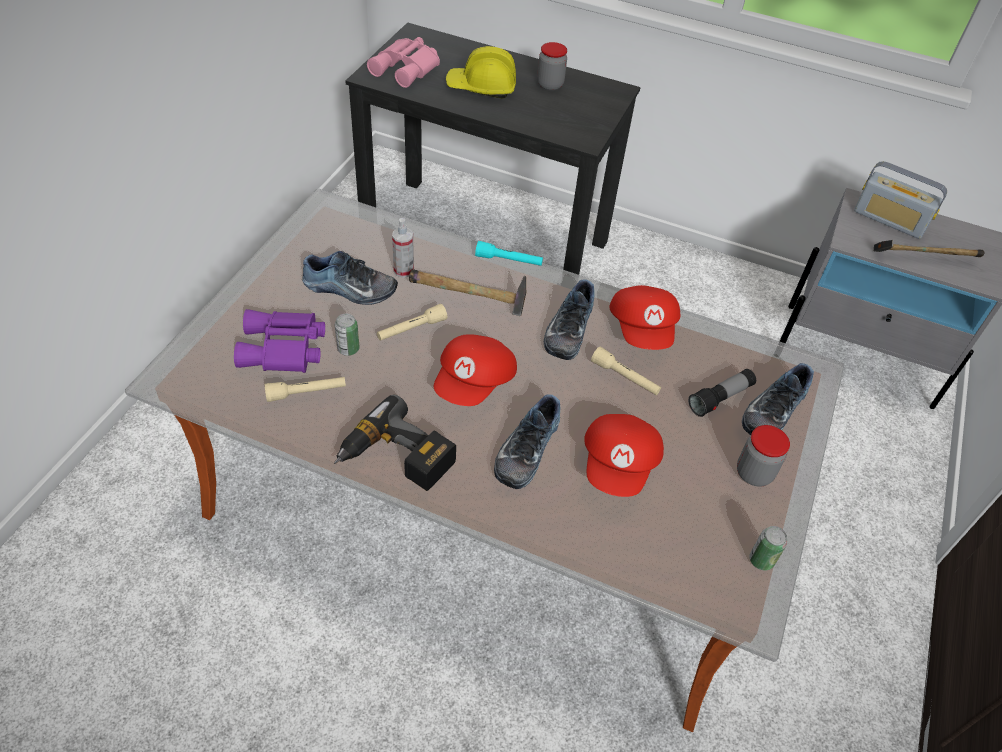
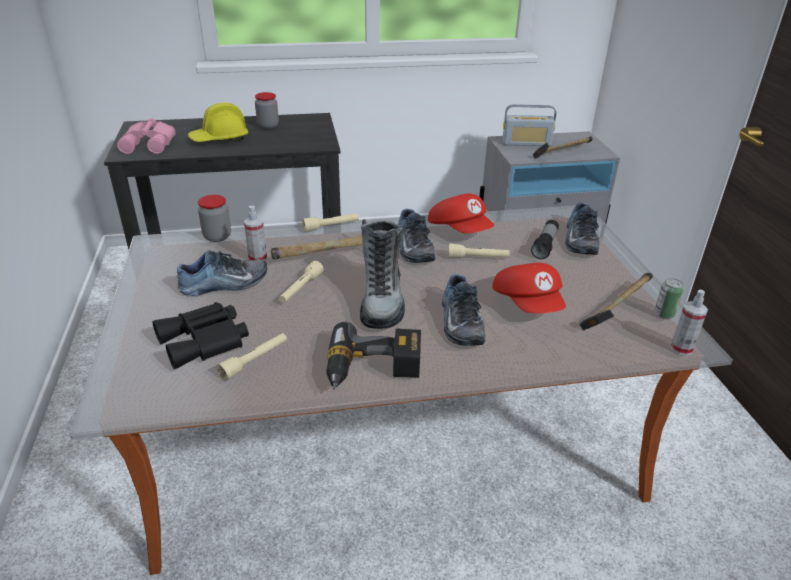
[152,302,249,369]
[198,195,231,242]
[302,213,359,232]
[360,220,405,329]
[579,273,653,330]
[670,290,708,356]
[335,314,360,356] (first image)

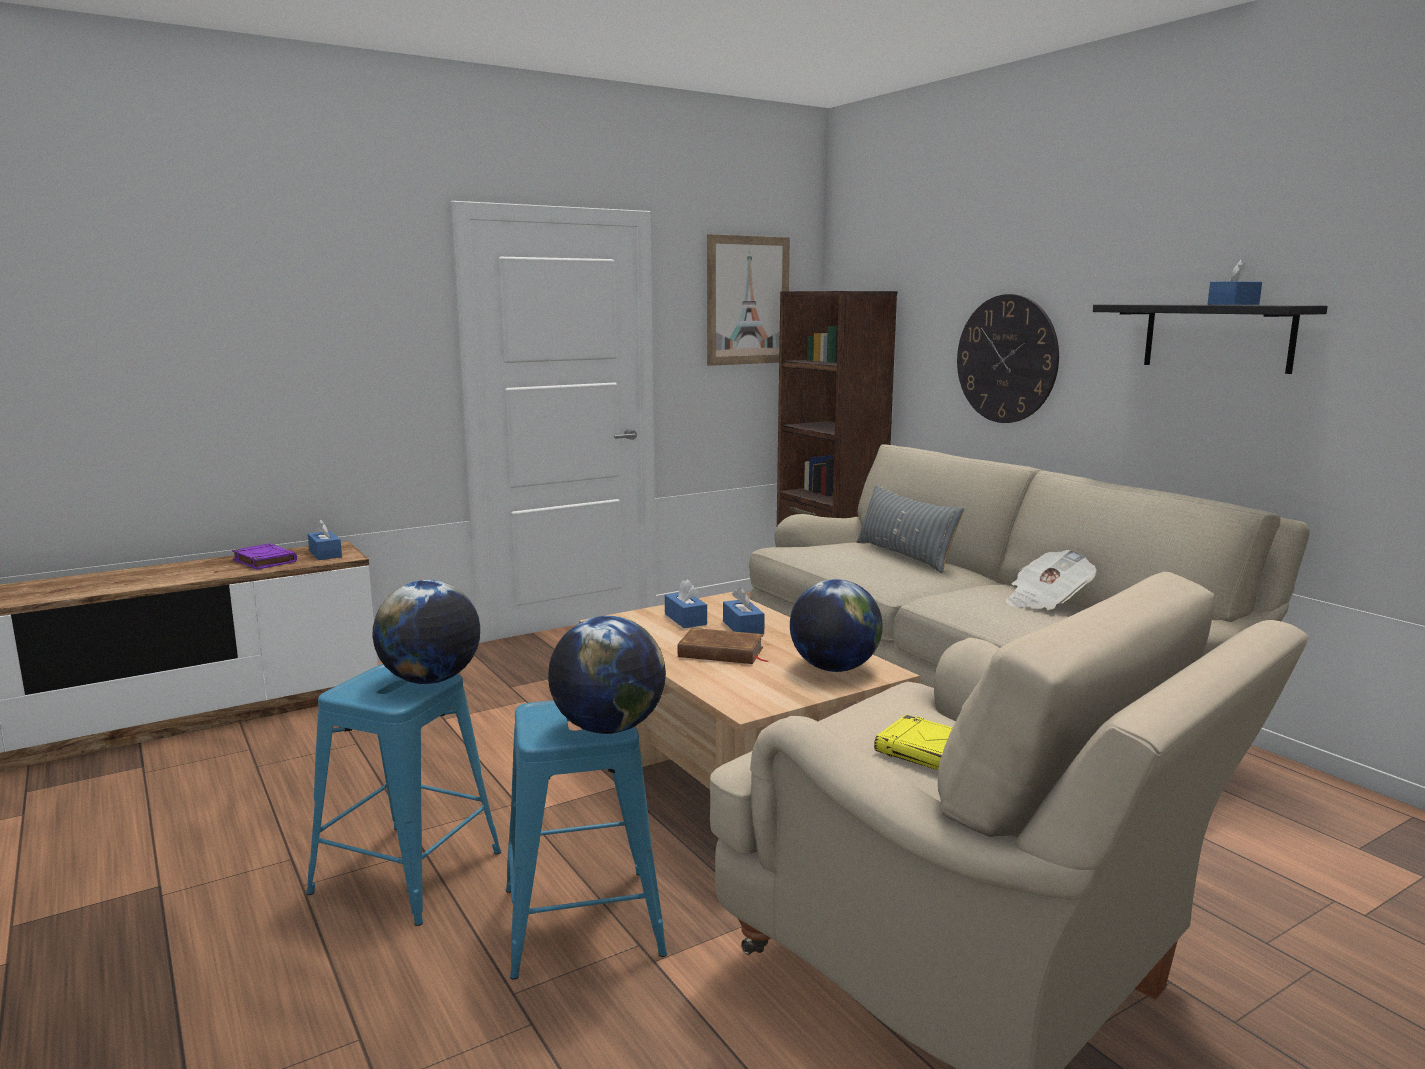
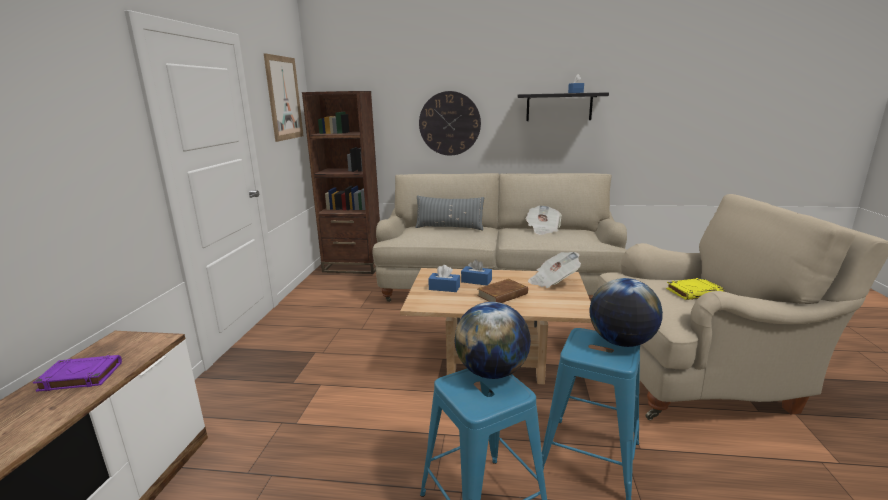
[528,252,581,288]
[308,519,342,560] (first image)

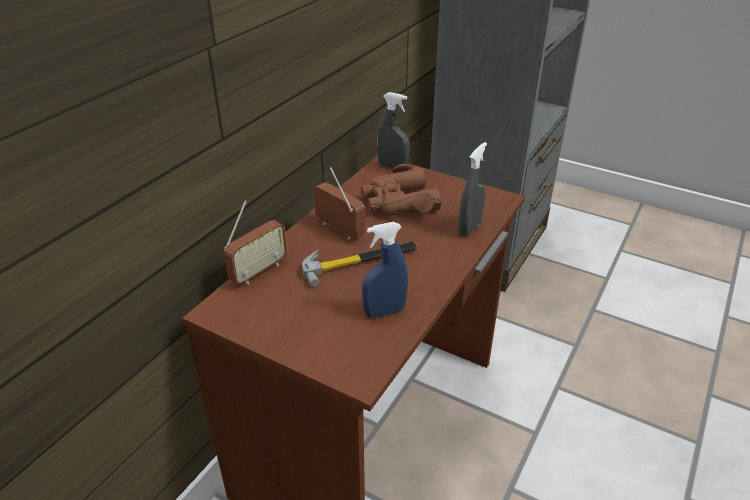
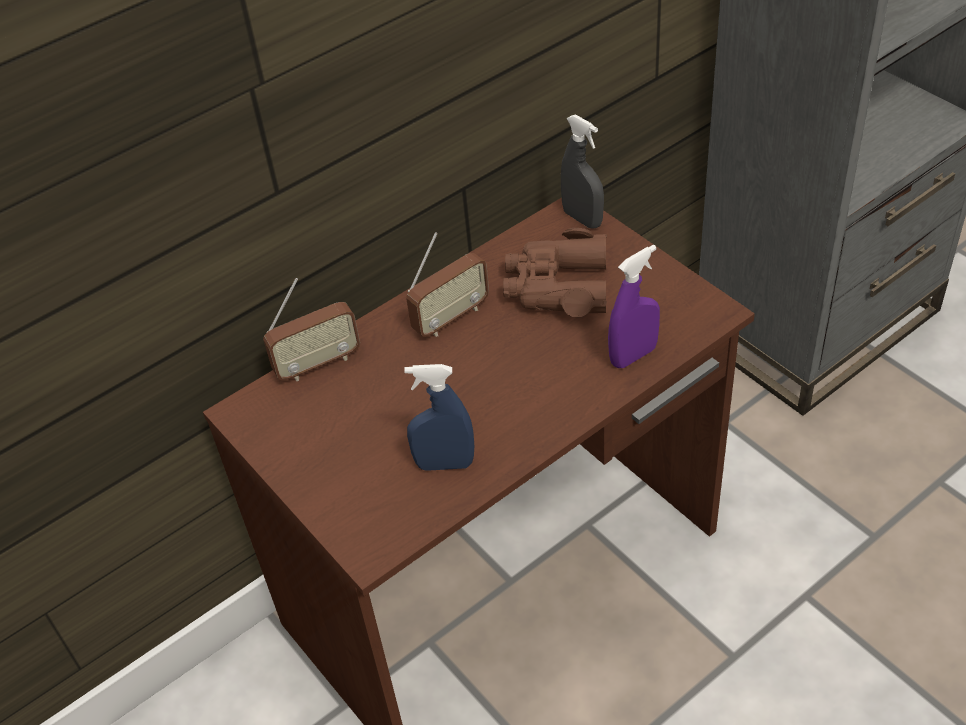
[406,232,489,337]
[608,245,660,368]
[302,242,417,287] (first image)

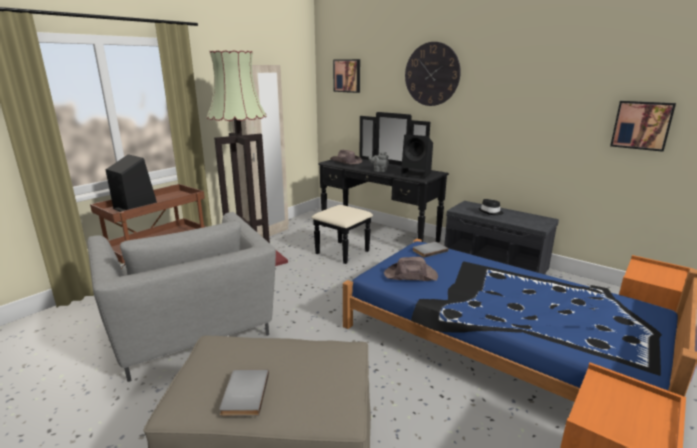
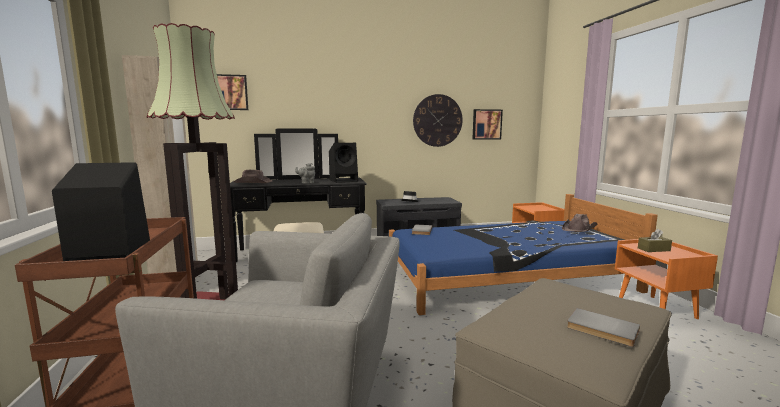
[413,94,463,147]
[562,214,597,232]
[638,229,672,252]

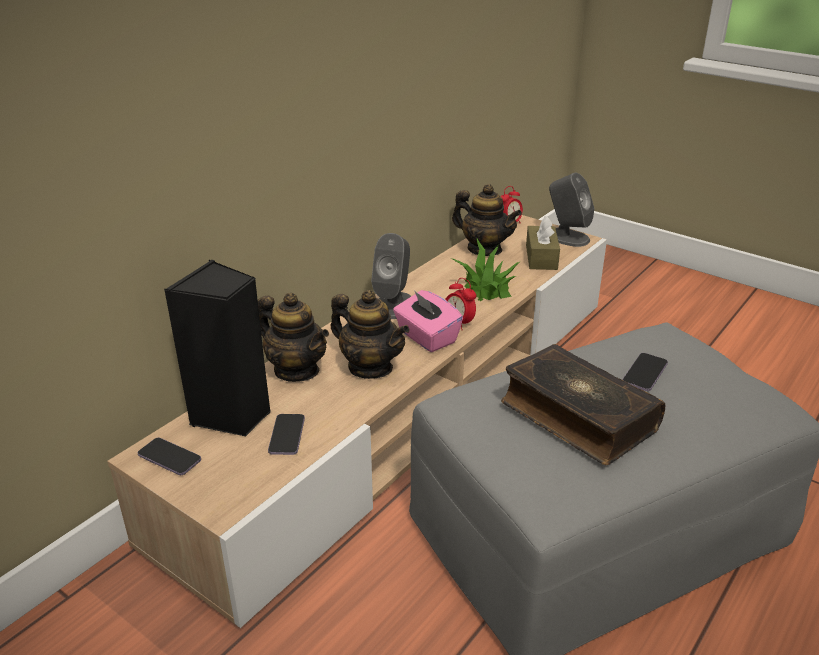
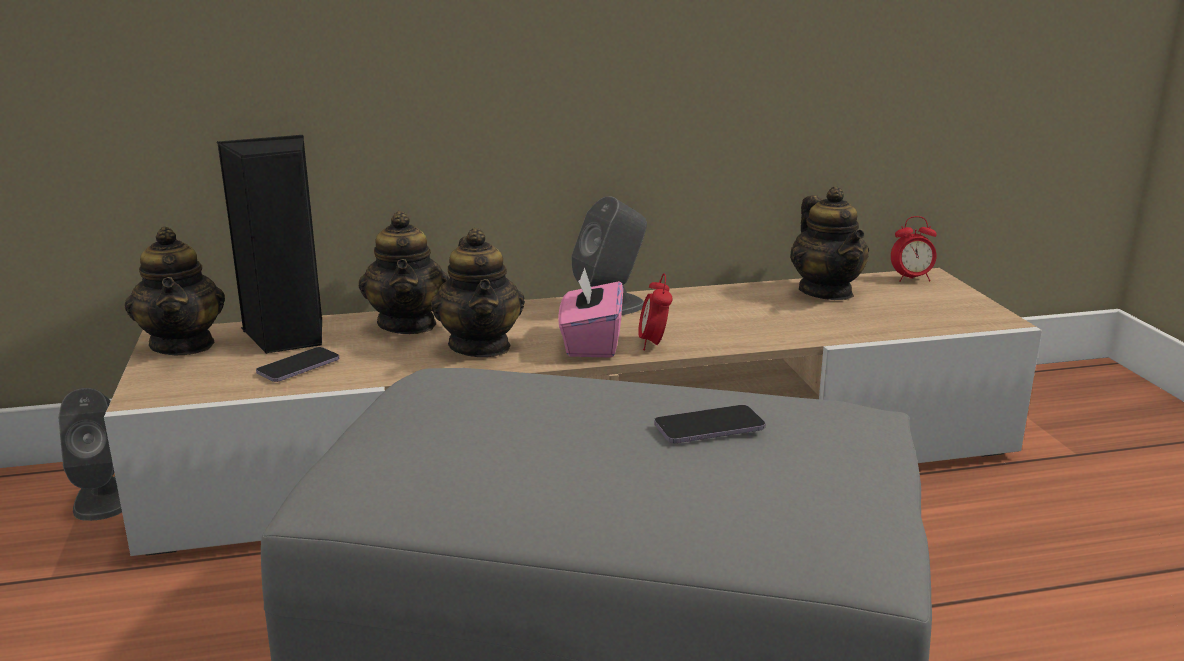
[58,388,122,521]
[125,227,225,355]
[450,239,519,301] (first image)
[501,344,665,465] (first image)
[526,216,560,270] (first image)

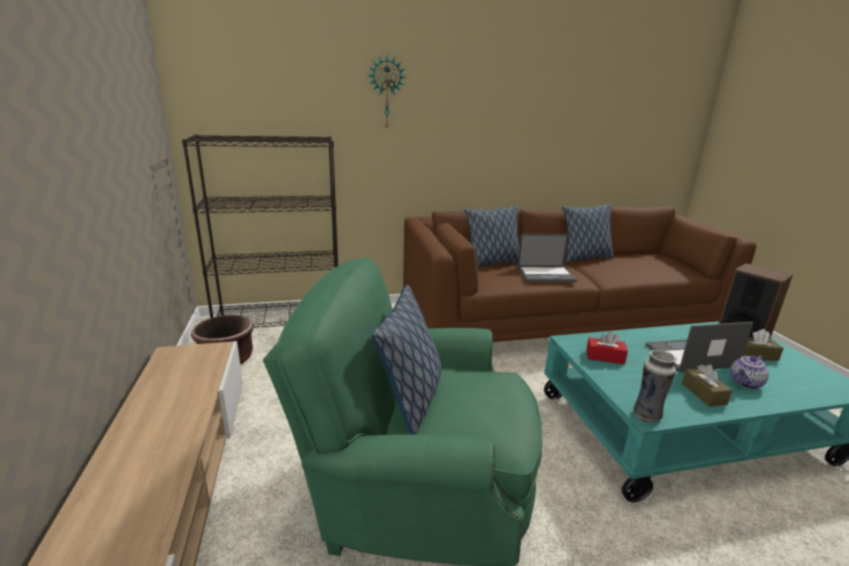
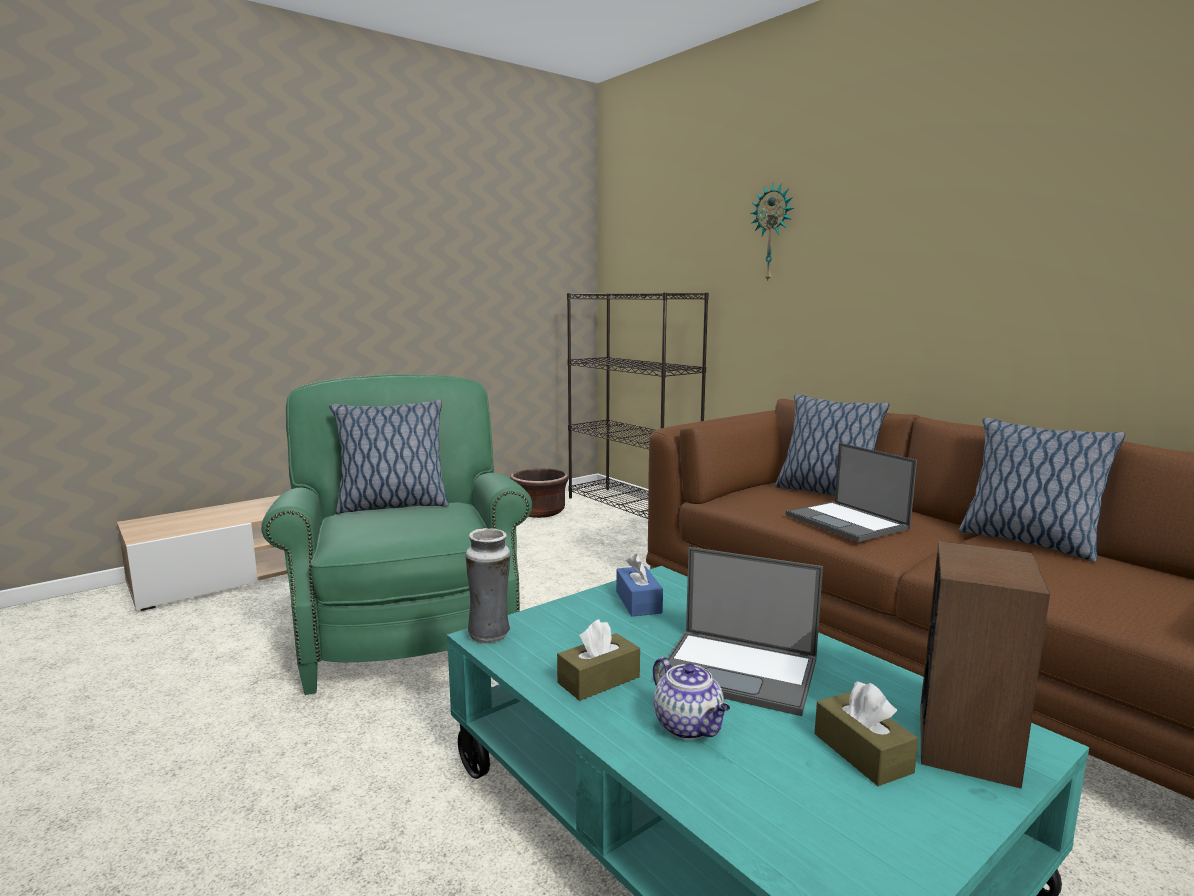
[616,554,663,616]
[653,657,730,740]
[659,547,823,716]

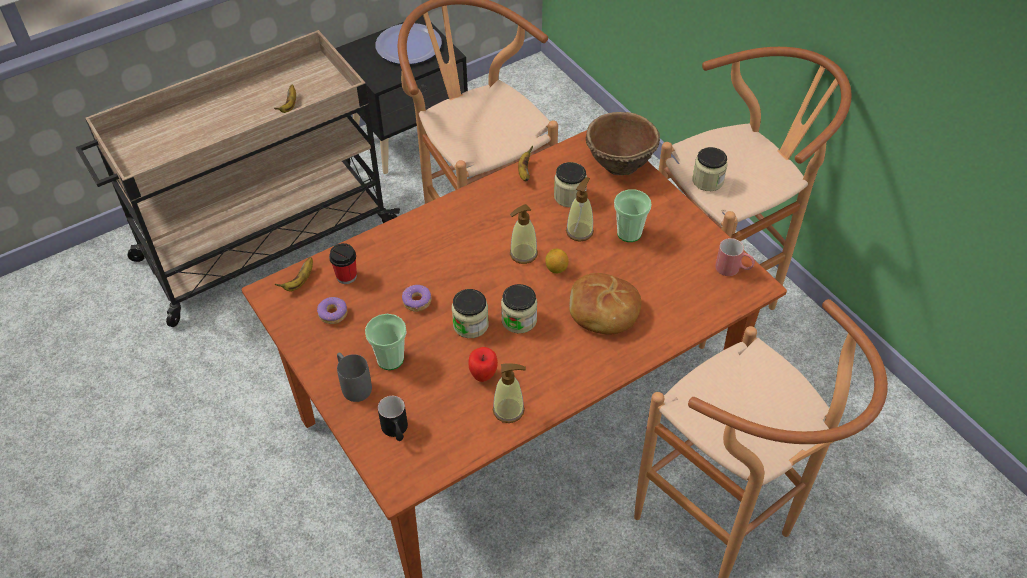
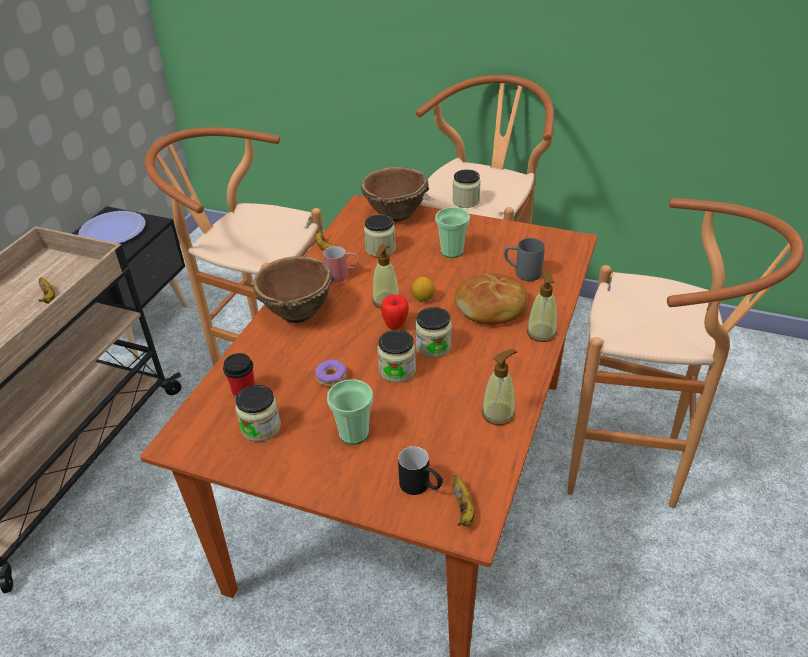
[235,385,281,441]
[252,256,334,323]
[323,246,359,282]
[381,295,409,330]
[453,475,474,526]
[504,238,545,281]
[527,270,557,342]

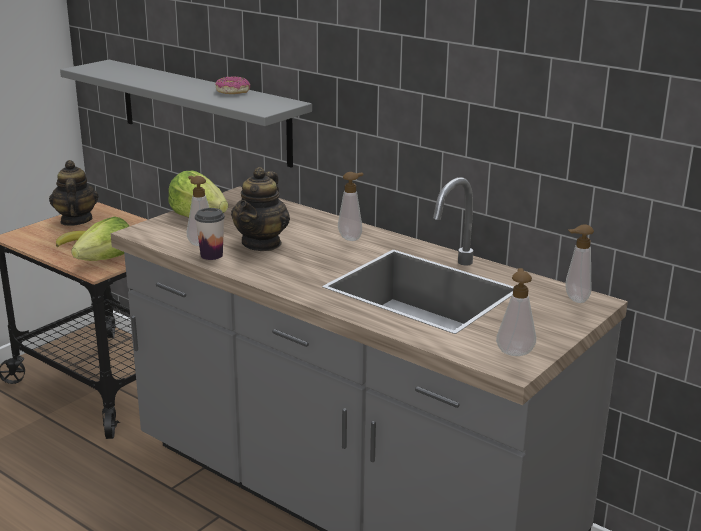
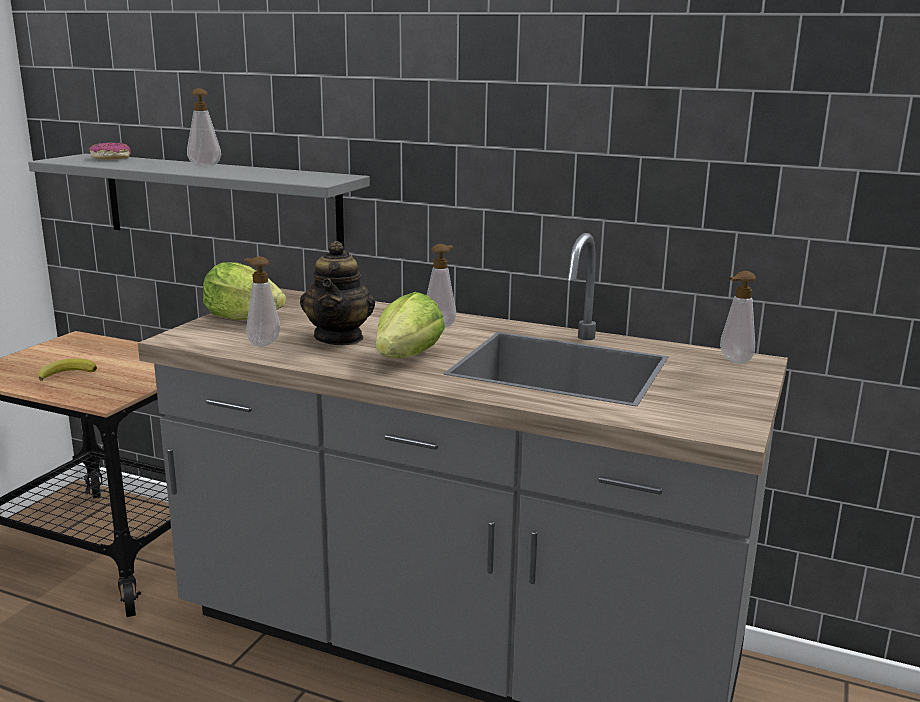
[90,143,131,159]
[187,88,221,167]
[376,292,445,358]
[49,160,99,226] (first image)
[195,208,225,260] (first image)

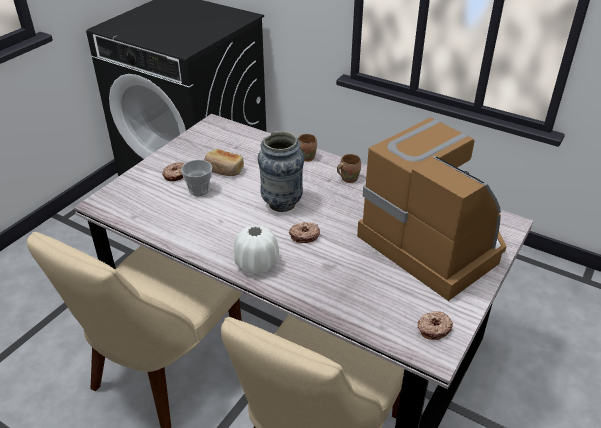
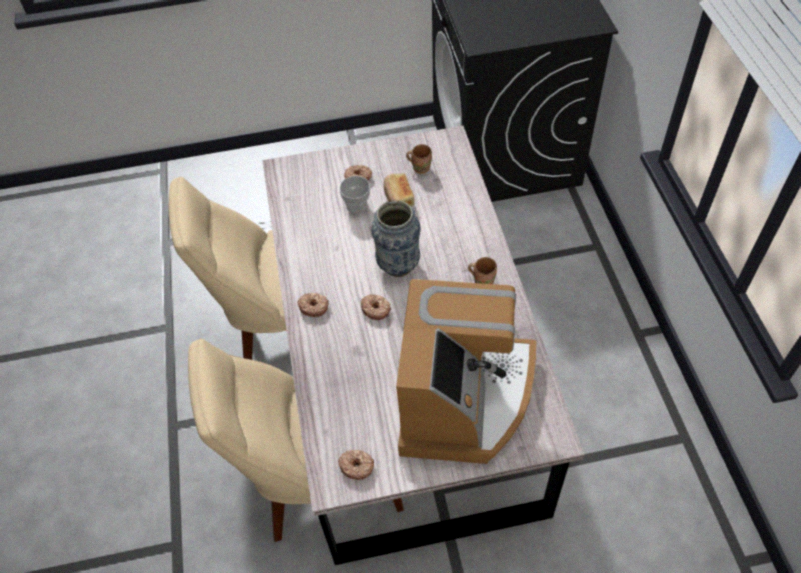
[297,293,329,317]
[406,144,432,174]

